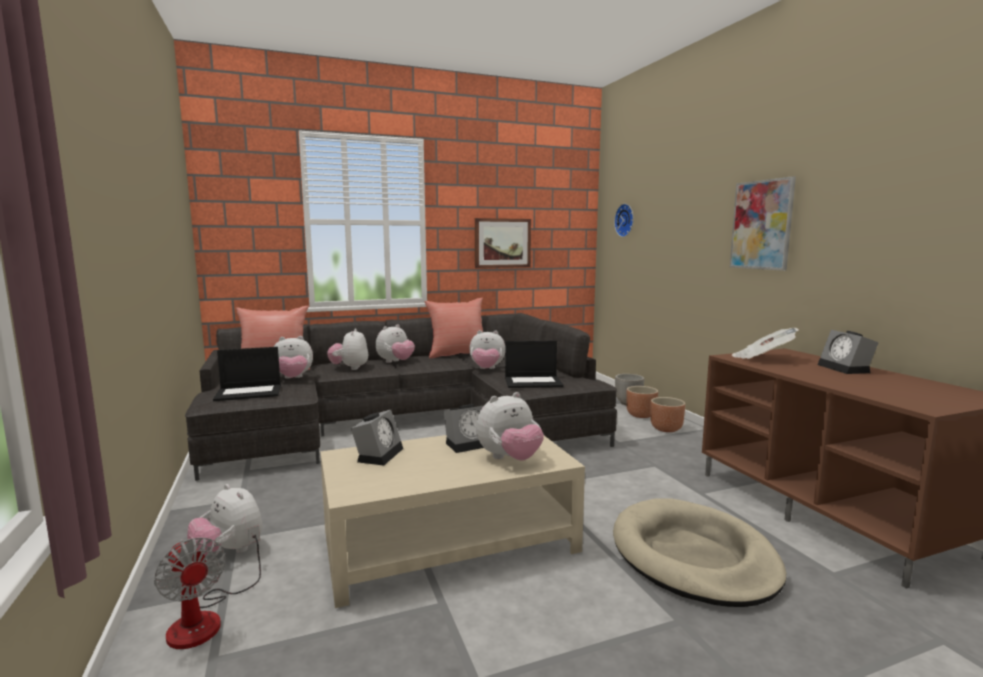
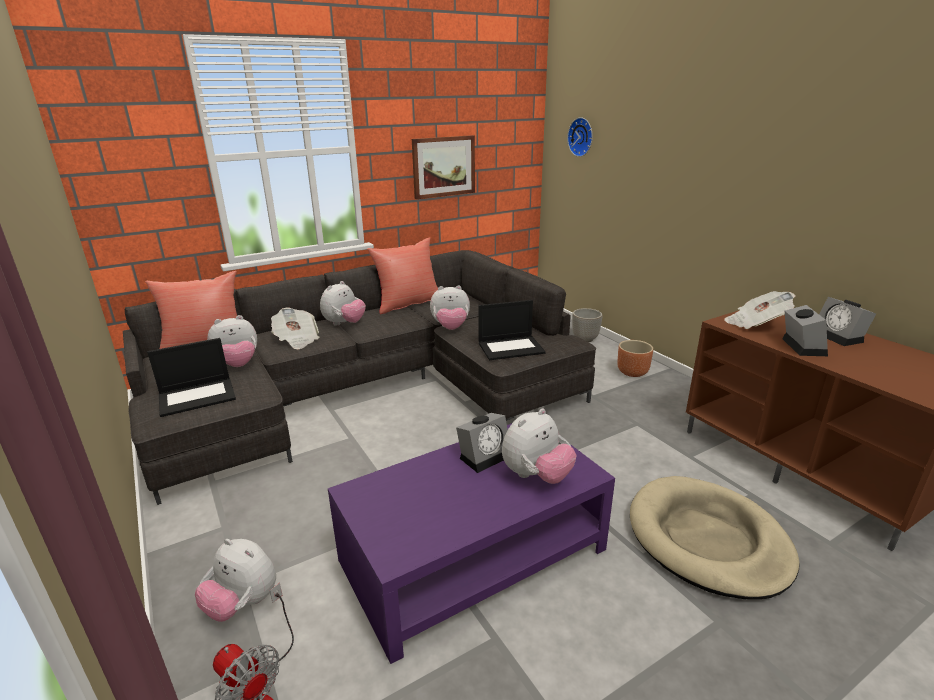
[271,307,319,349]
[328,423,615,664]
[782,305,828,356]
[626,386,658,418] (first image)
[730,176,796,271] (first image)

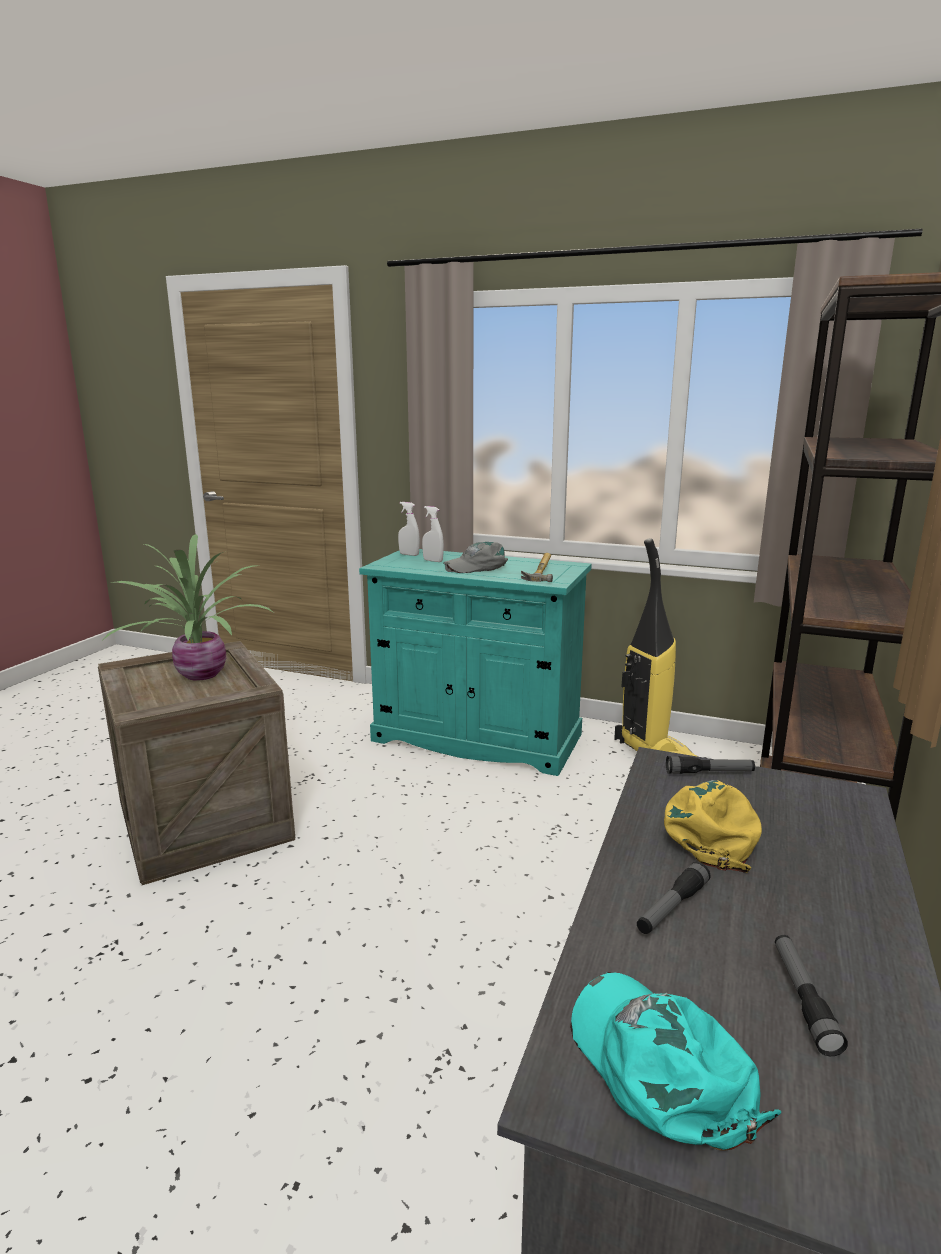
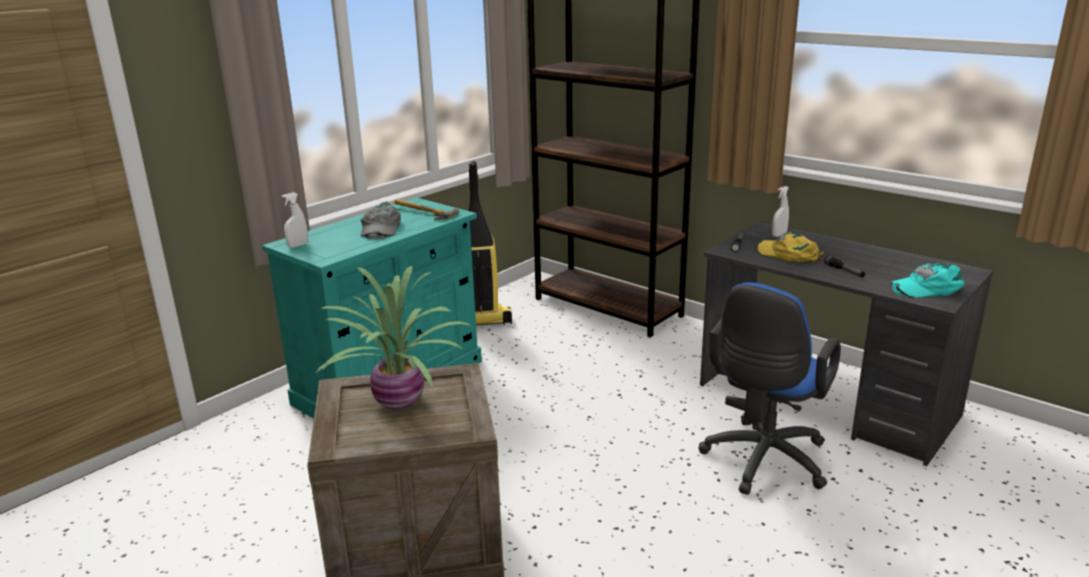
[698,282,841,495]
[772,186,789,237]
[775,935,848,1056] (first image)

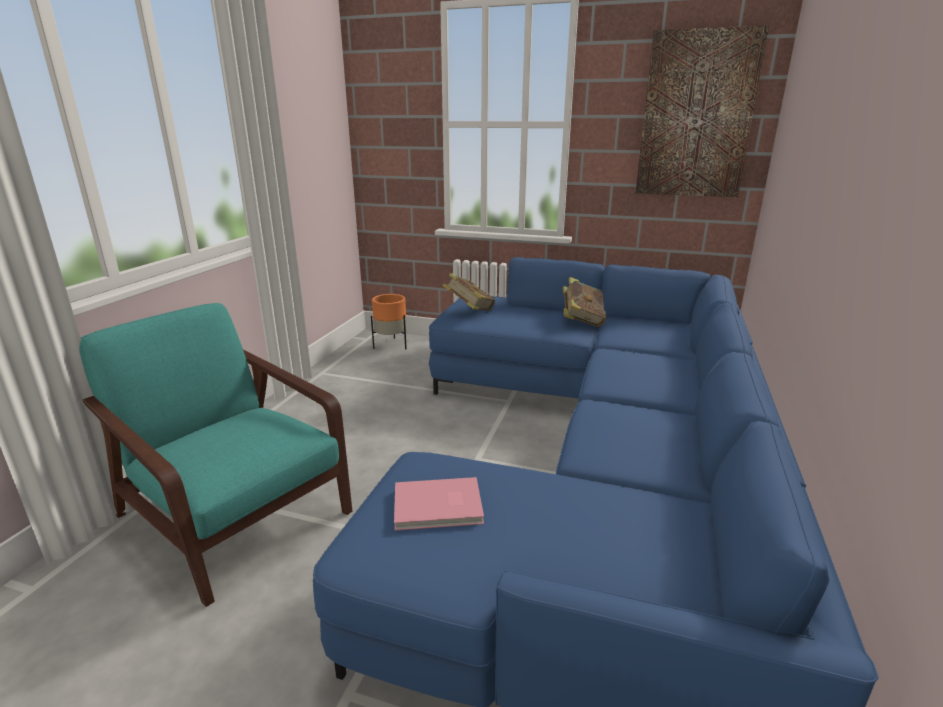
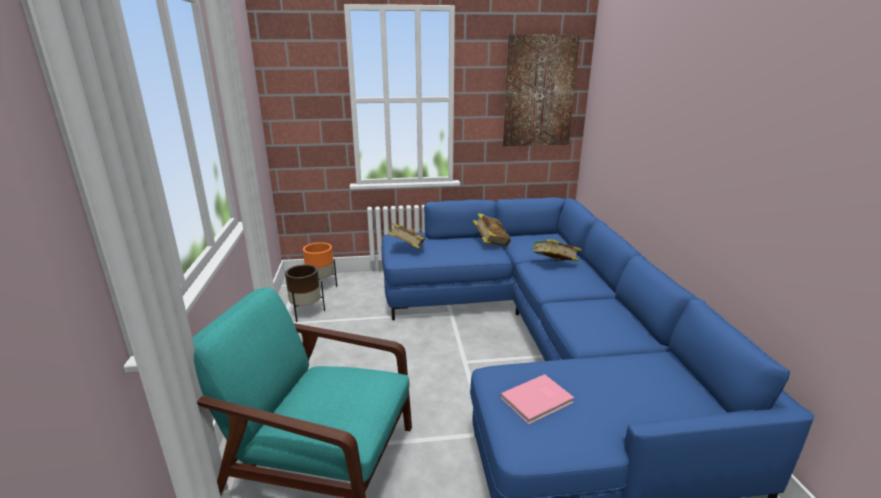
[285,264,325,322]
[531,239,582,261]

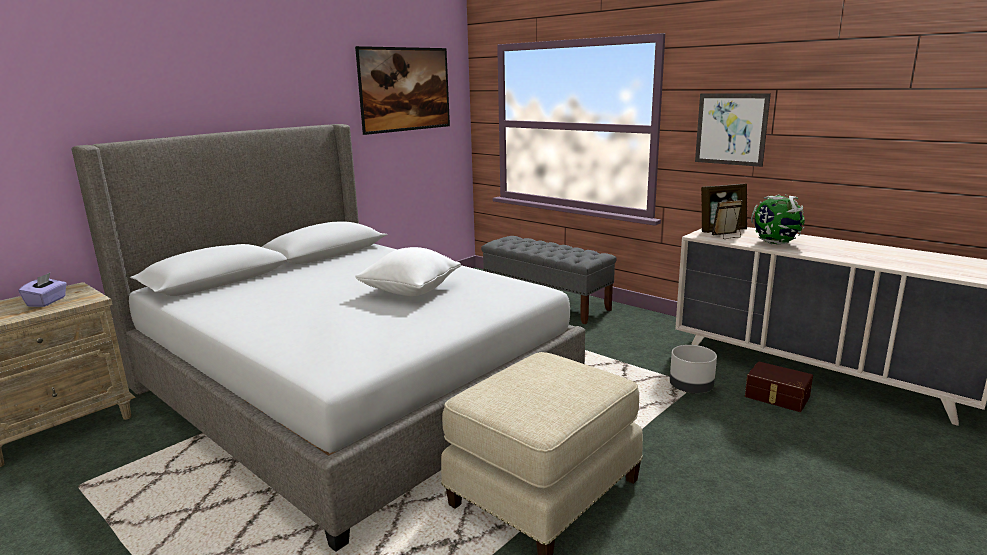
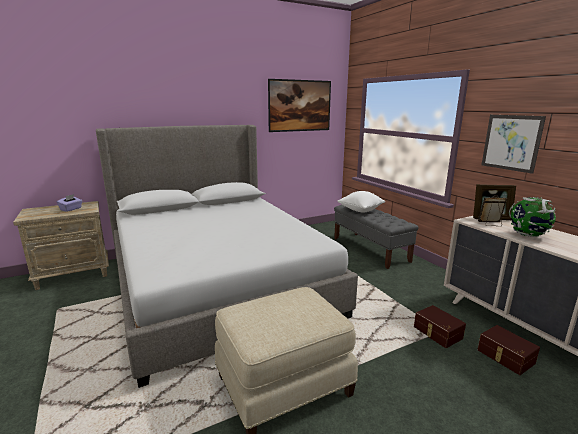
[338,191,385,212]
[414,305,466,348]

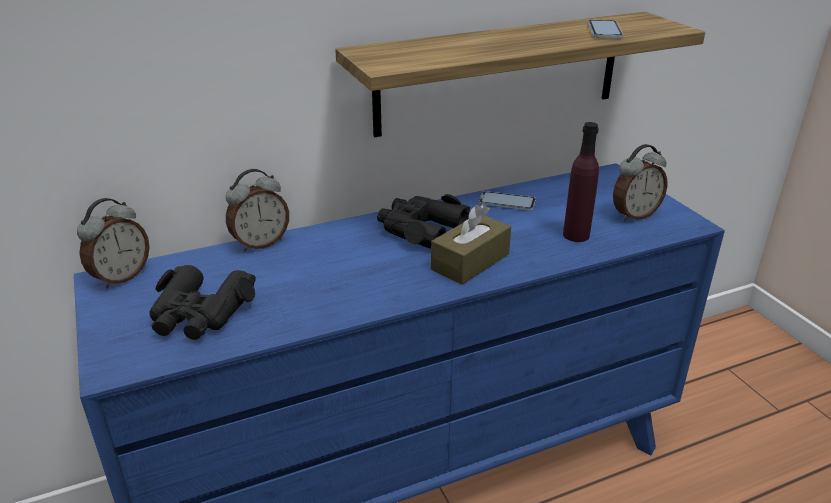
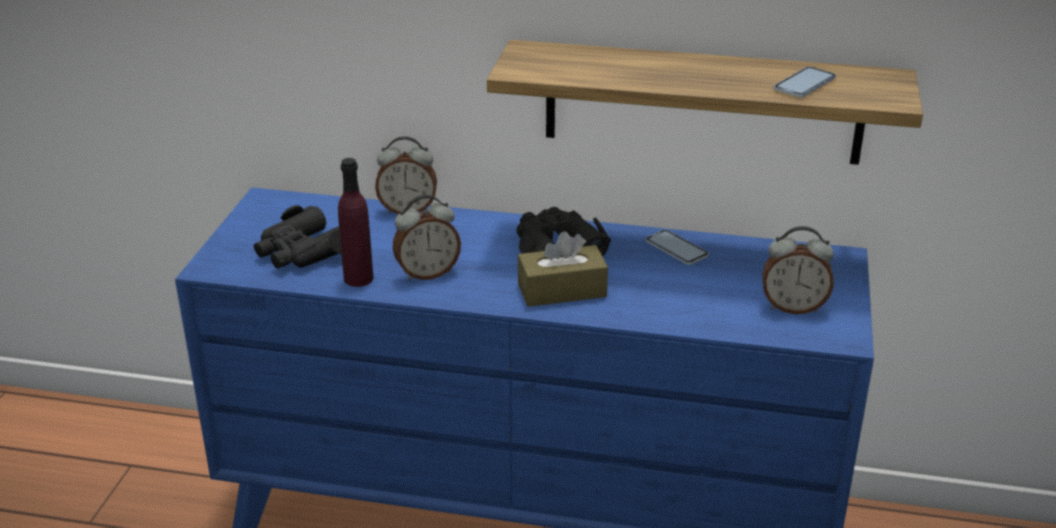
[338,158,373,287]
[393,195,461,281]

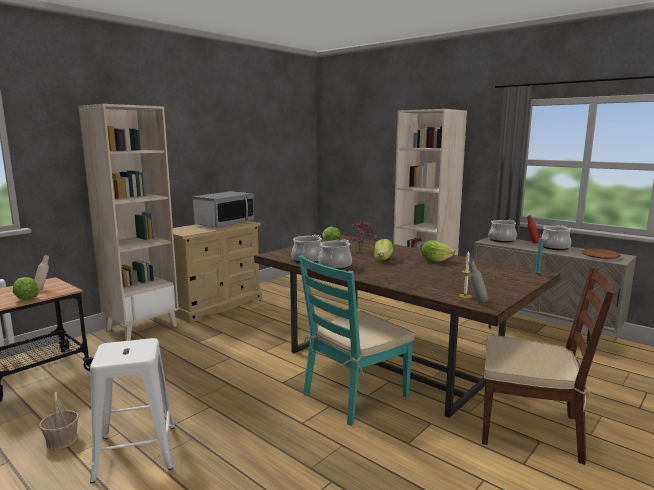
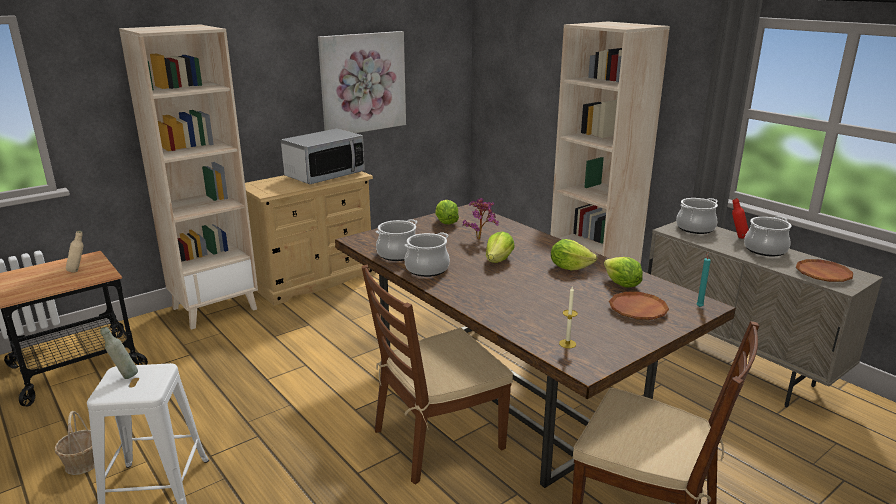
[100,327,138,379]
[318,31,406,133]
[362,265,513,485]
[604,257,643,288]
[609,292,669,320]

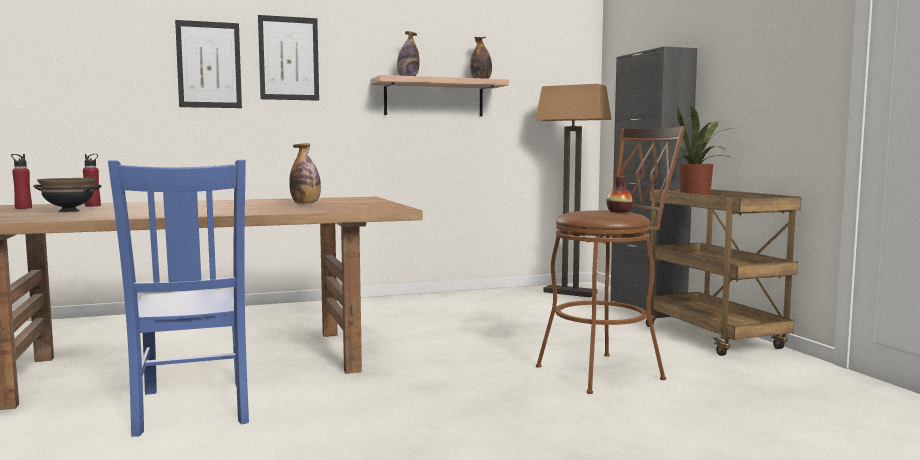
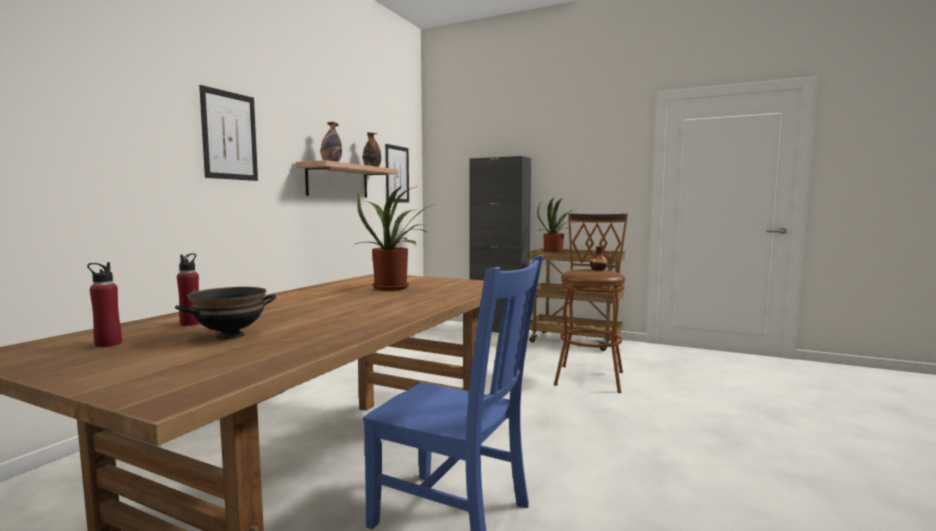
[354,186,435,291]
[385,144,409,203]
[535,84,612,298] (first image)

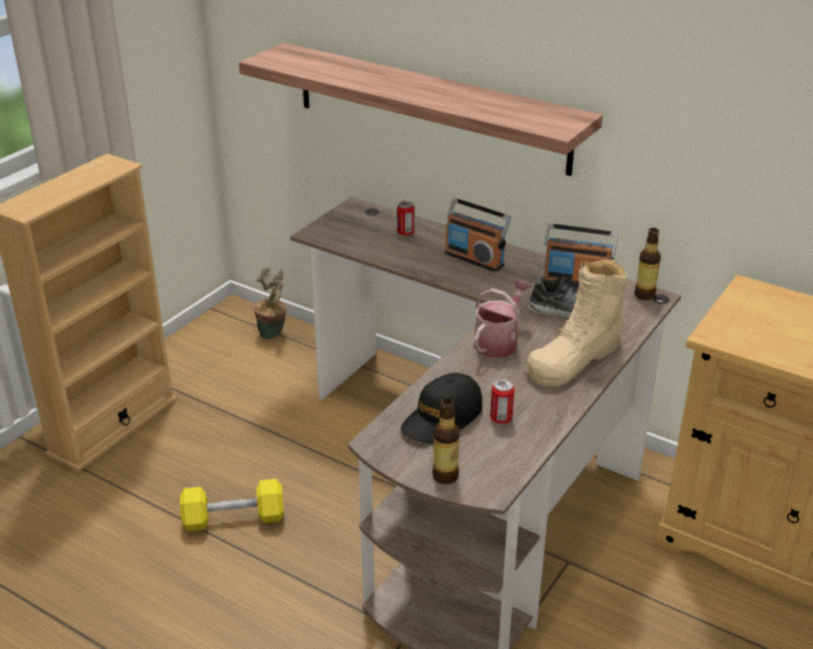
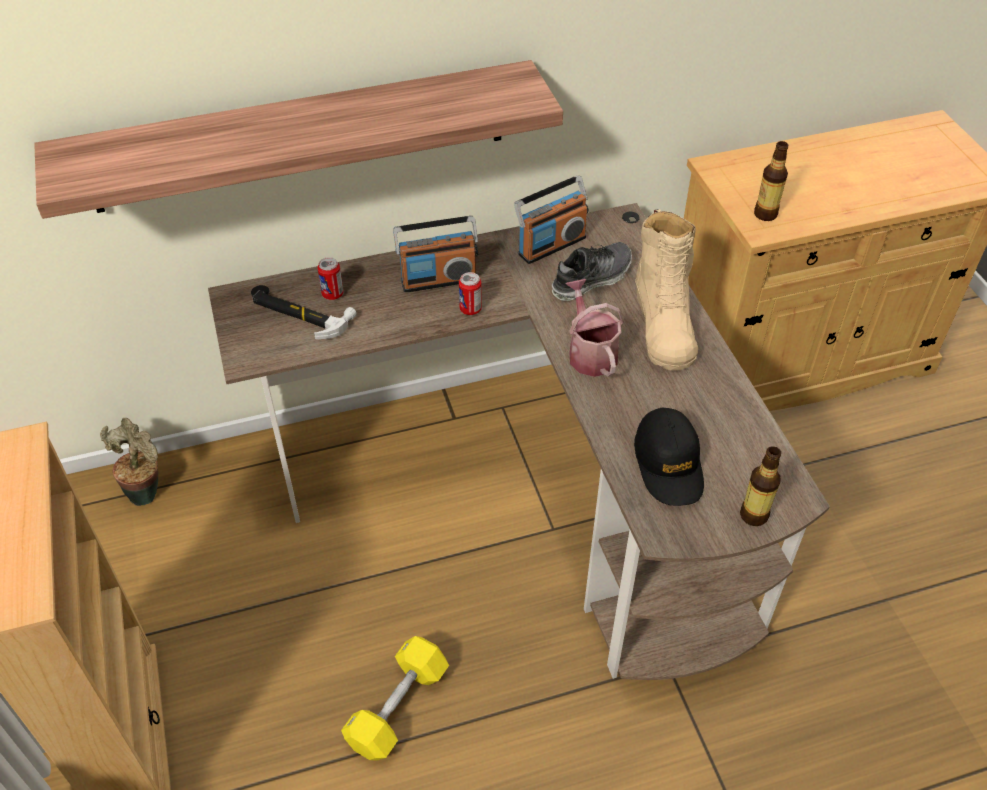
[252,290,357,339]
[459,272,482,315]
[754,141,789,221]

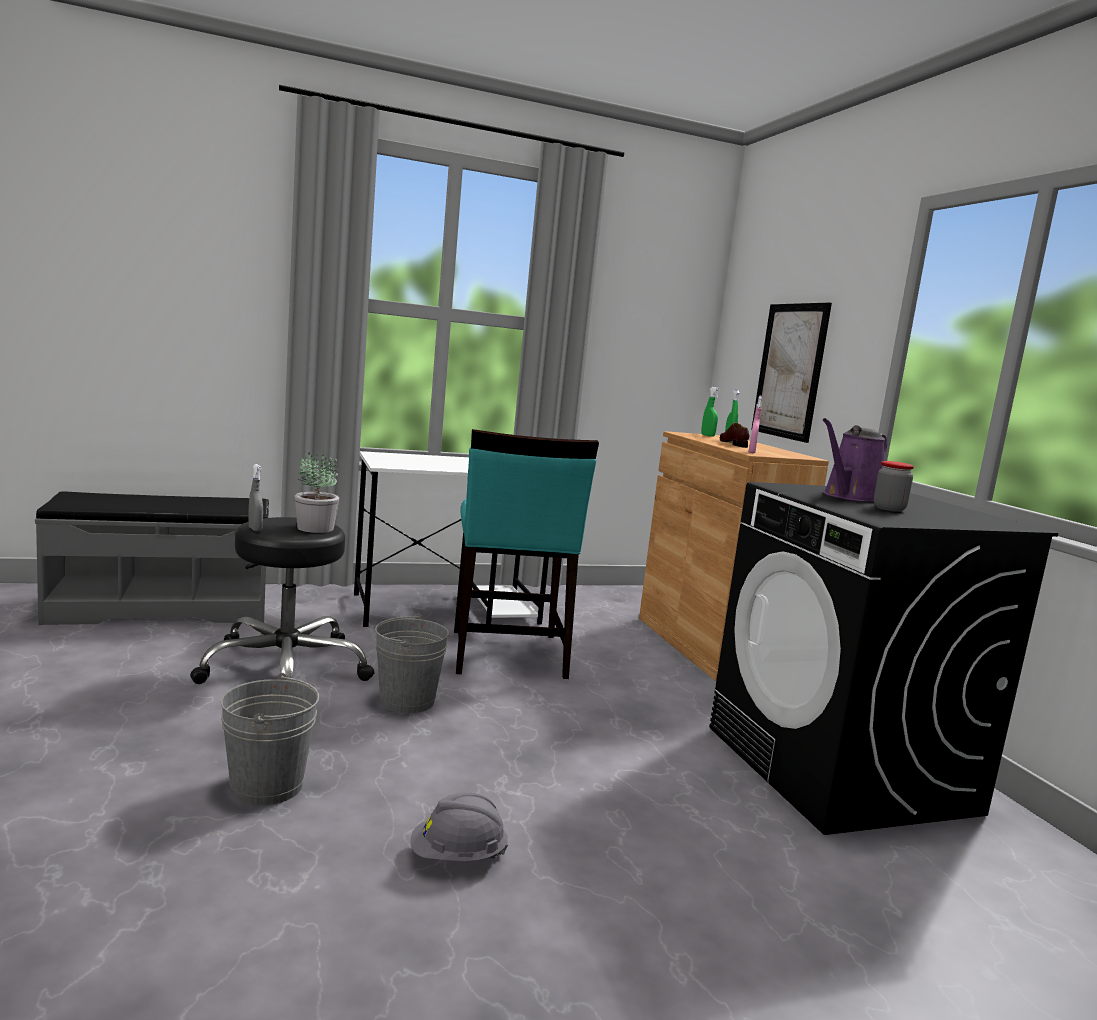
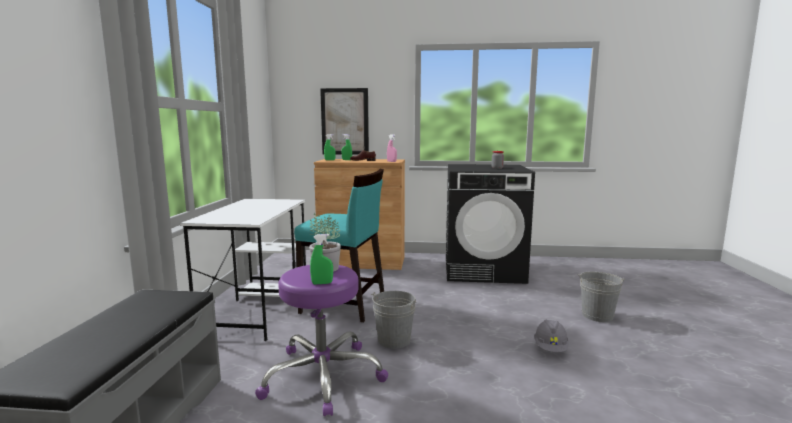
[255,265,388,416]
[310,234,333,284]
[577,271,625,322]
[823,418,887,502] (first image)

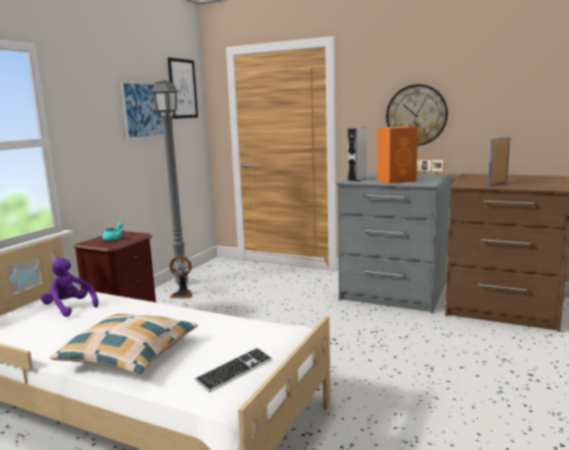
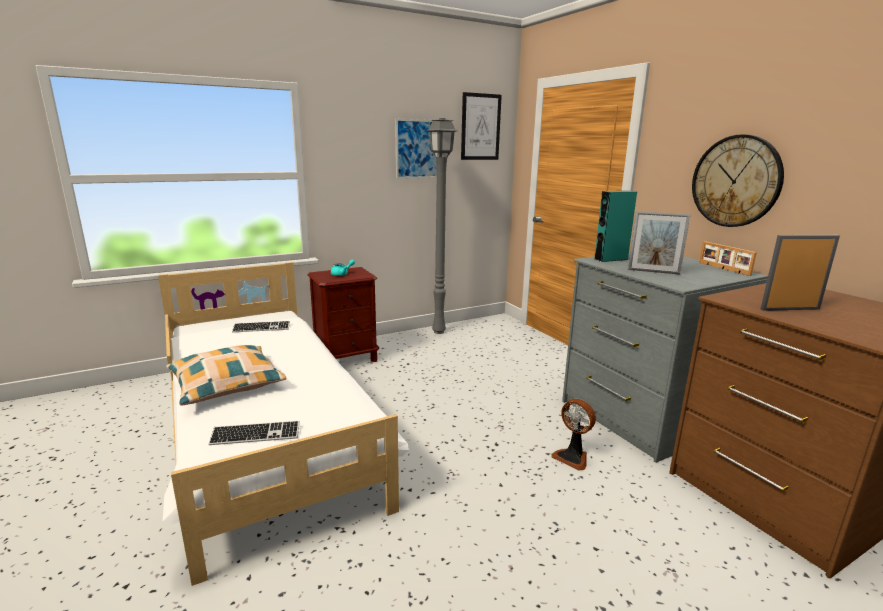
[232,321,290,332]
[551,399,596,471]
[594,191,637,262]
[628,211,690,275]

